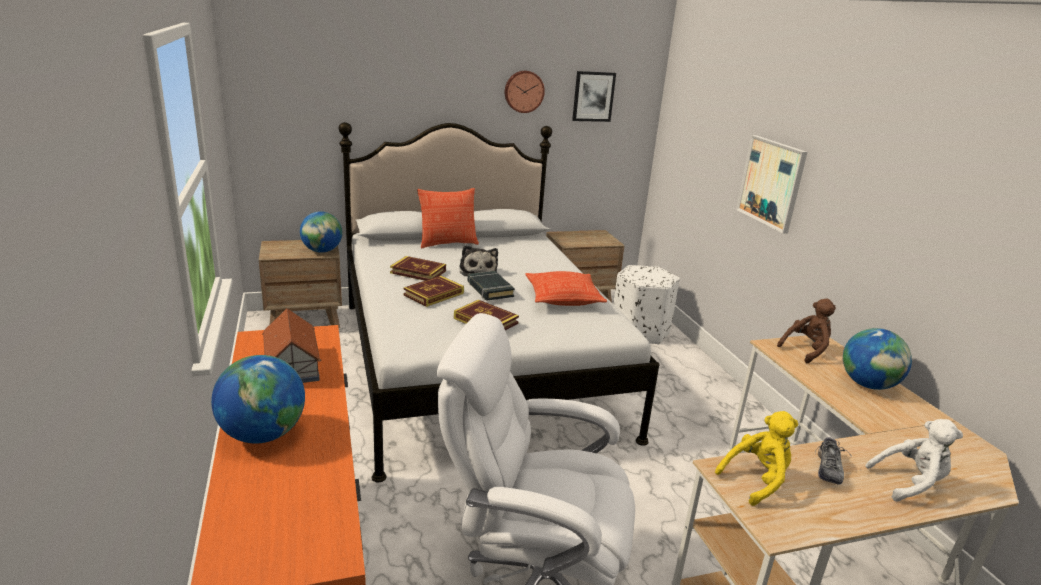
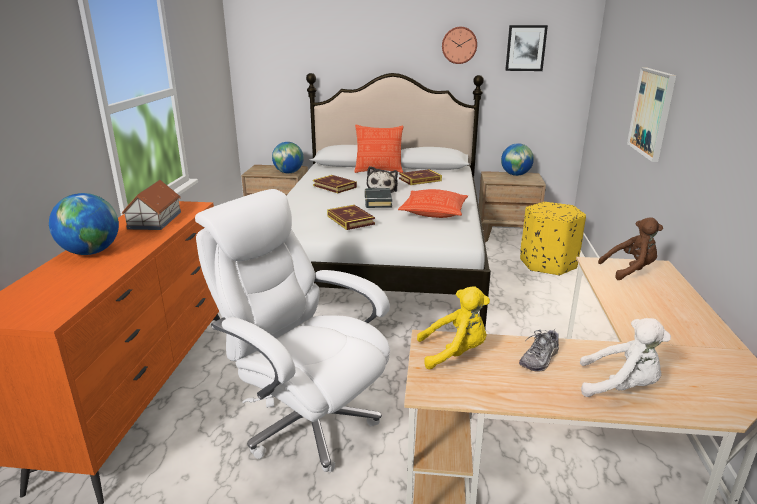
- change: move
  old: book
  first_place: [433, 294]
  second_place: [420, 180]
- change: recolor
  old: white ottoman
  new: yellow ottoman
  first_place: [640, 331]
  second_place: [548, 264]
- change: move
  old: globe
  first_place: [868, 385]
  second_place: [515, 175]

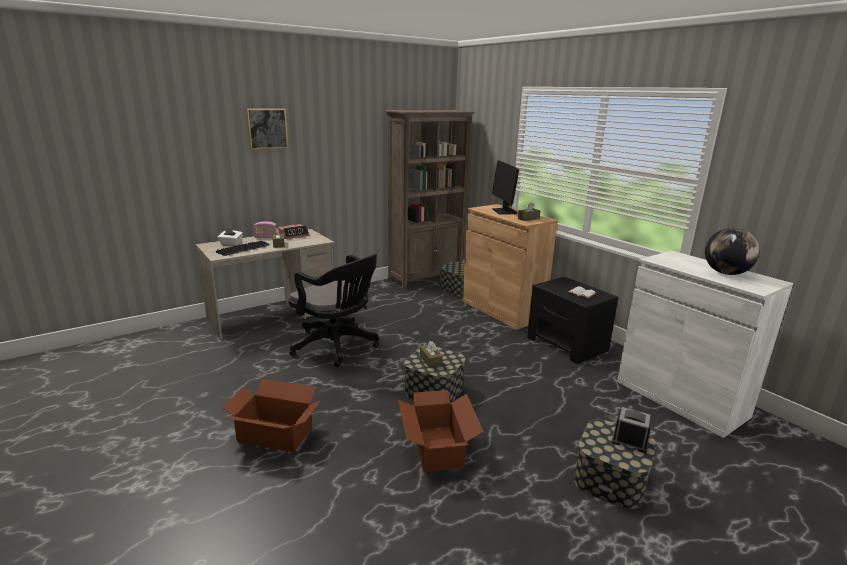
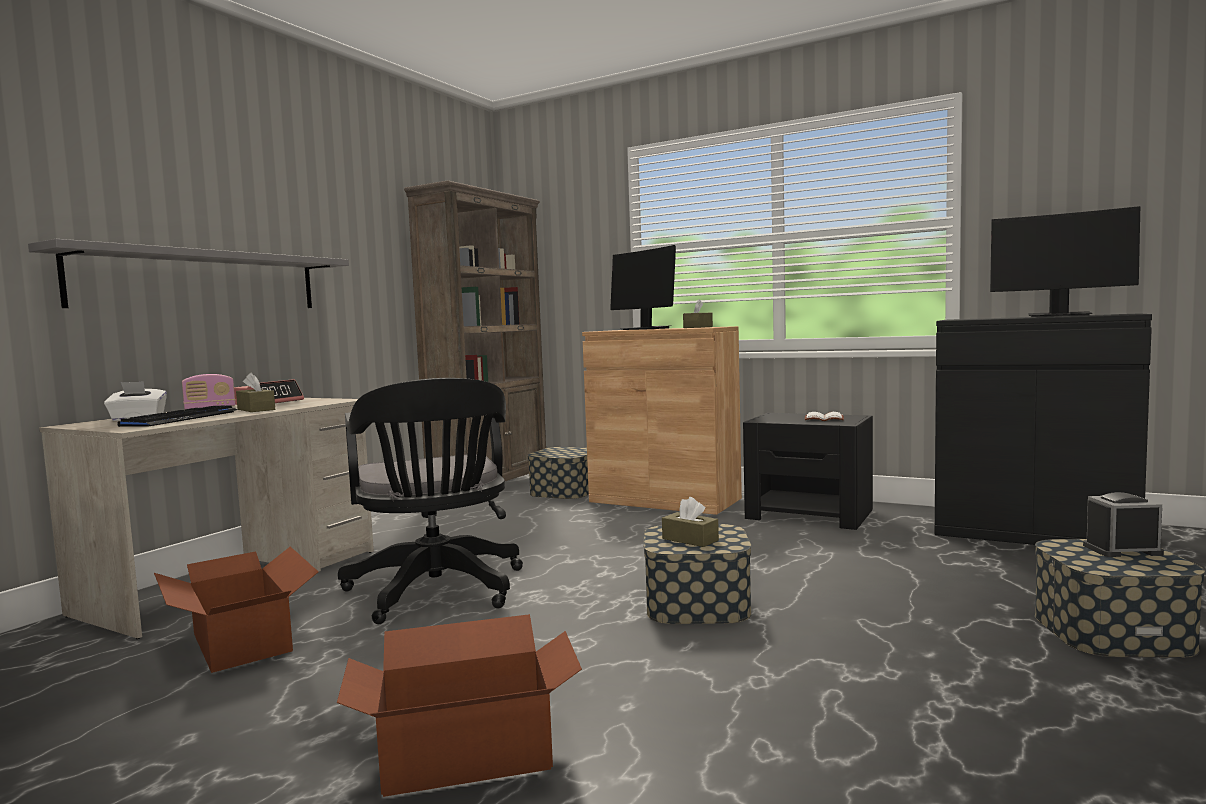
- change: delete
  old: picture
  first_place: [267, 128]
- change: rotate
  old: black office chair
  first_place: [337, 346]
  second_place: [437, 592]
  degrees: 60
- change: move
  old: cardboard box
  first_place: [436, 448]
  second_place: [240, 643]
- change: recolor
  old: white cabinet
  new: black cabinet
  first_place: [680, 398]
  second_place: [1032, 533]
- change: replace
  old: globe
  new: monitor
  first_place: [726, 273]
  second_place: [1059, 316]
- change: insert
  new: grey shelf
  second_place: [202, 281]

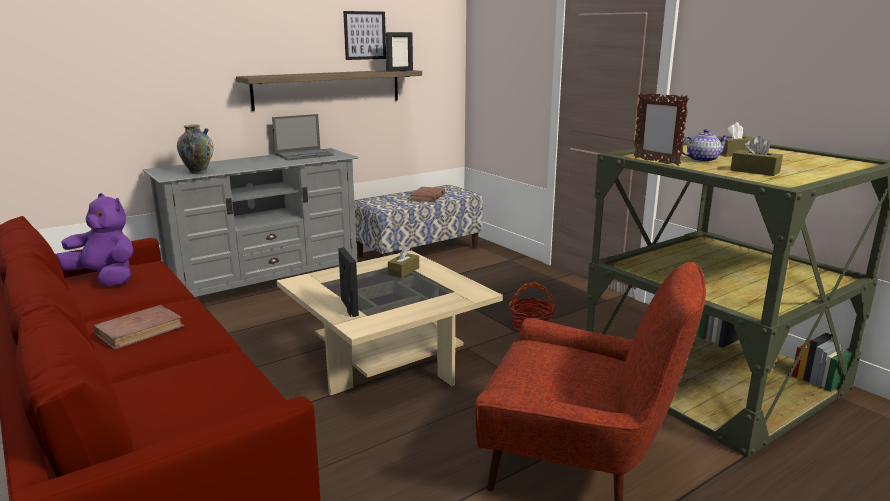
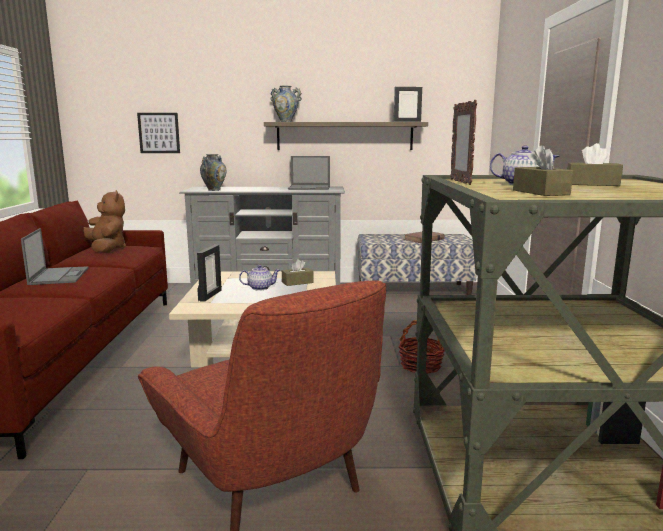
- change: recolor
  old: purple plush toy
  new: brown plush toy
  first_place: [105, 279]
  second_place: [107, 249]
- change: replace
  old: brown book
  new: laptop
  first_place: [140, 330]
  second_place: [59, 276]
- change: move
  old: picture
  first_place: [365, 35]
  second_place: [159, 133]
- change: insert
  new: teapot
  second_place: [260, 288]
- change: insert
  new: vase
  second_place: [286, 121]

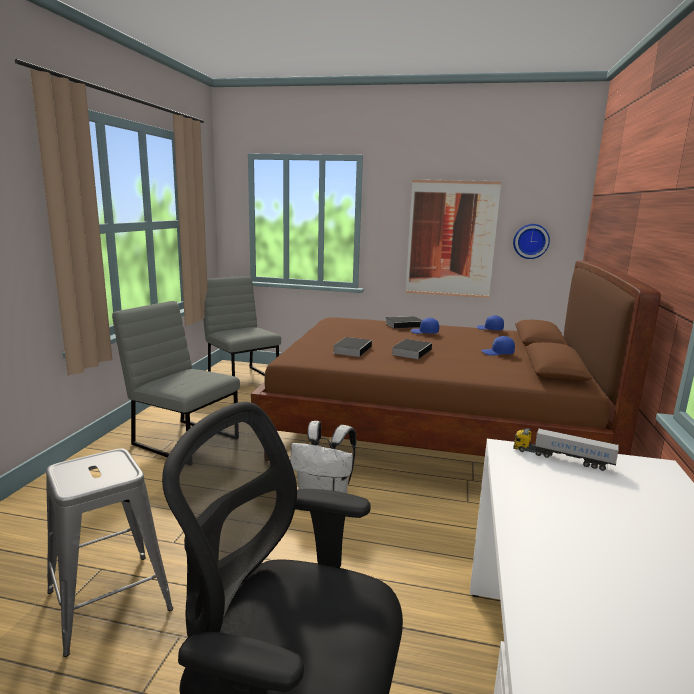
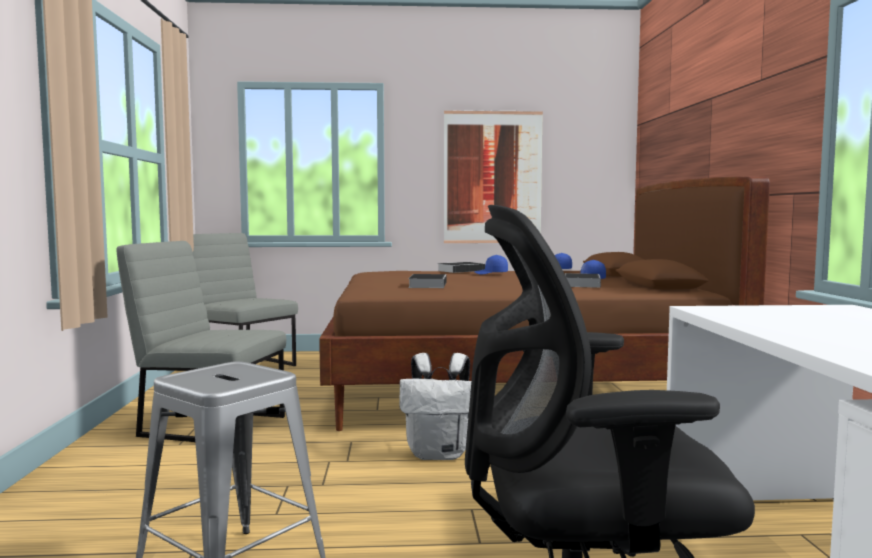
- change: move
  old: book
  first_place: [411, 351]
  second_place: [581, 284]
- change: delete
  old: wall clock
  first_place: [530, 241]
- change: delete
  old: toy truck
  first_place: [562, 458]

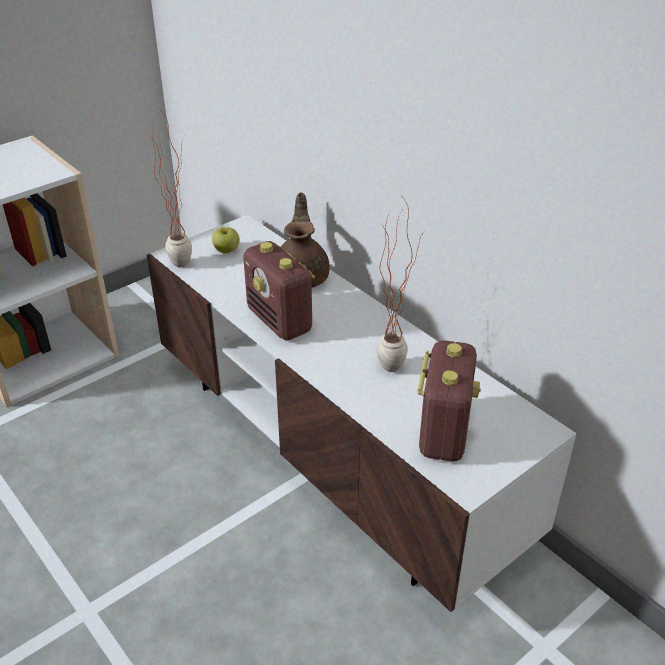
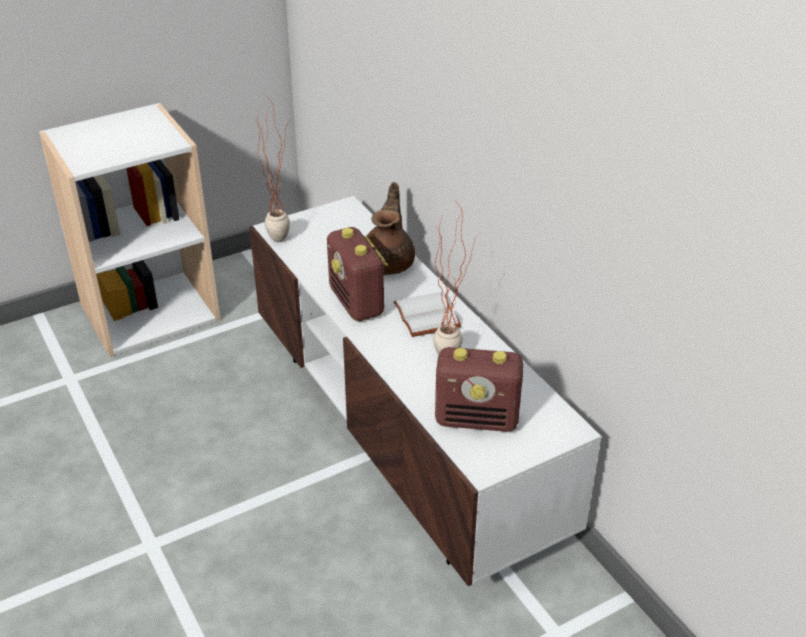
- change: delete
  old: apple
  first_place: [226, 250]
- change: rotate
  old: radio
  first_place: [443, 432]
  second_place: [477, 419]
  degrees: 75
- change: insert
  new: white book
  second_place: [429, 316]

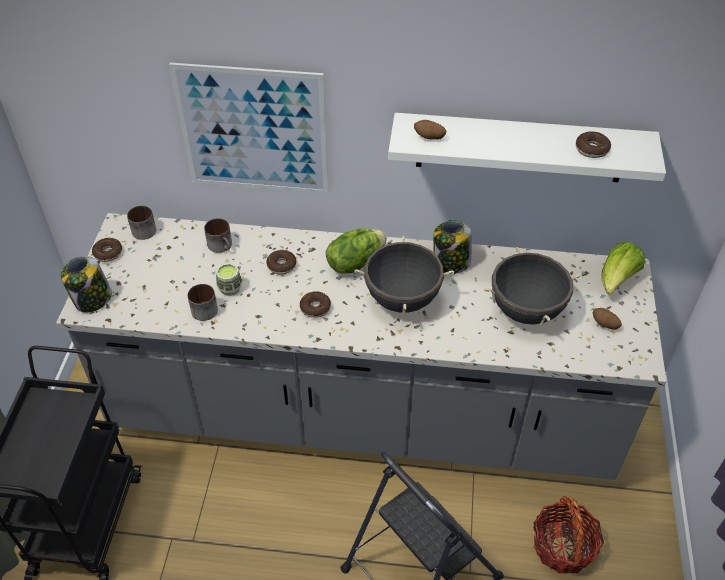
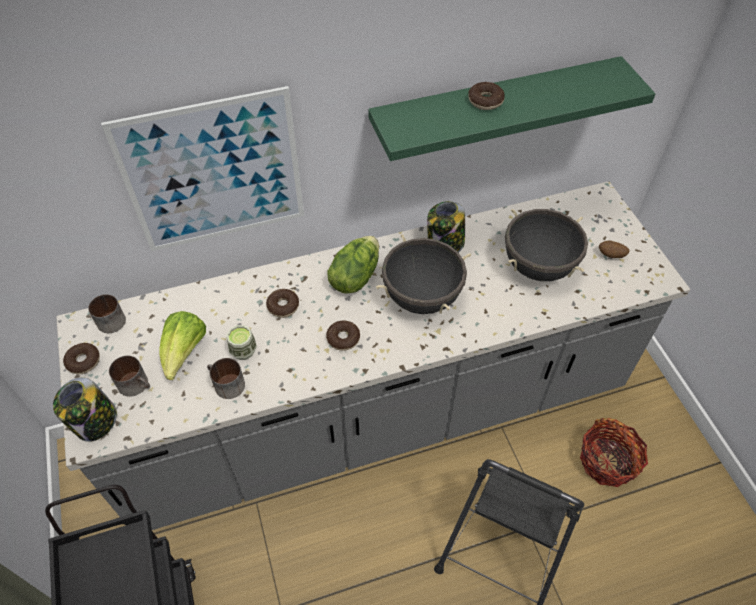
- change: move
  old: mug
  first_place: [222, 245]
  second_place: [137, 384]
- change: recolor
  old: white shelf
  new: green shelf
  first_place: [520, 148]
  second_place: [495, 109]
- change: delete
  old: potato
  first_place: [429, 138]
- change: move
  old: donut
  first_place: [591, 149]
  second_place: [485, 101]
- change: move
  old: lettuce
  first_place: [616, 280]
  second_place: [184, 353]

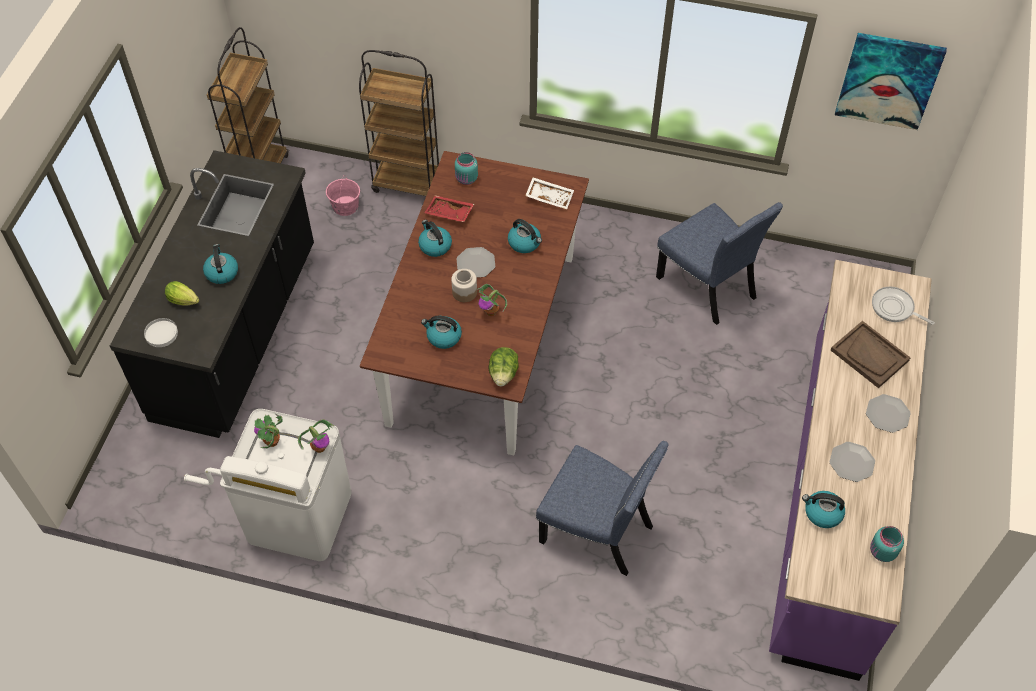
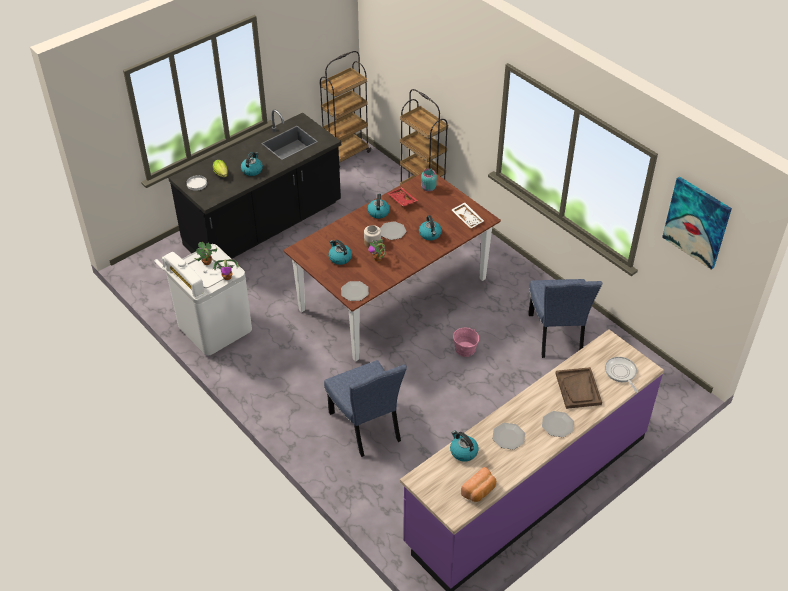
- change: move
  old: pink bucket
  first_place: [345, 206]
  second_place: [465, 349]
- change: replace
  old: lettuce
  new: plate
  first_place: [503, 374]
  second_place: [354, 292]
- change: replace
  old: turquoise jar
  new: bread
  first_place: [882, 552]
  second_place: [479, 491]

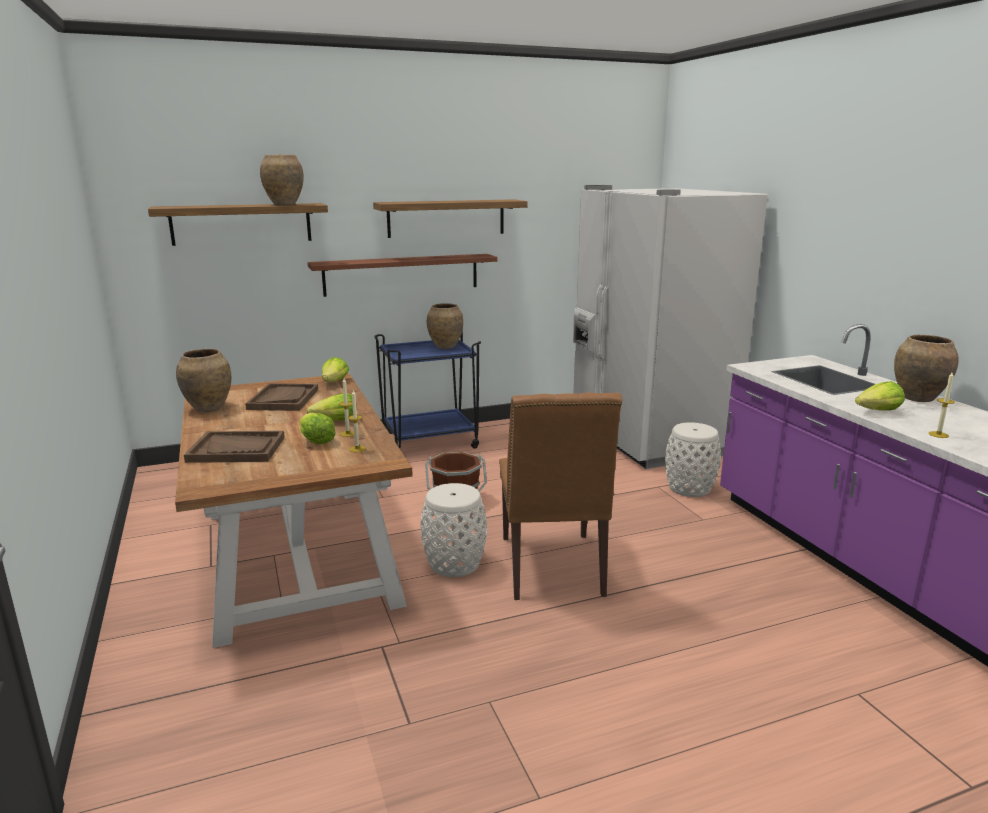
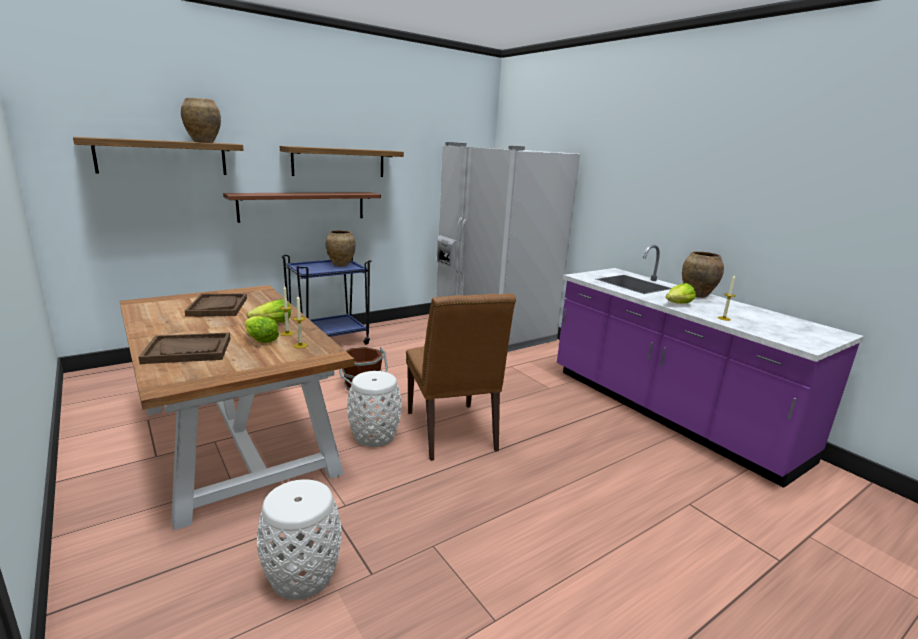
- change: delete
  old: brown vase
  first_place: [208, 408]
- change: delete
  old: lettuce
  first_place: [334, 382]
- change: move
  old: white stool
  first_place: [689, 488]
  second_place: [302, 576]

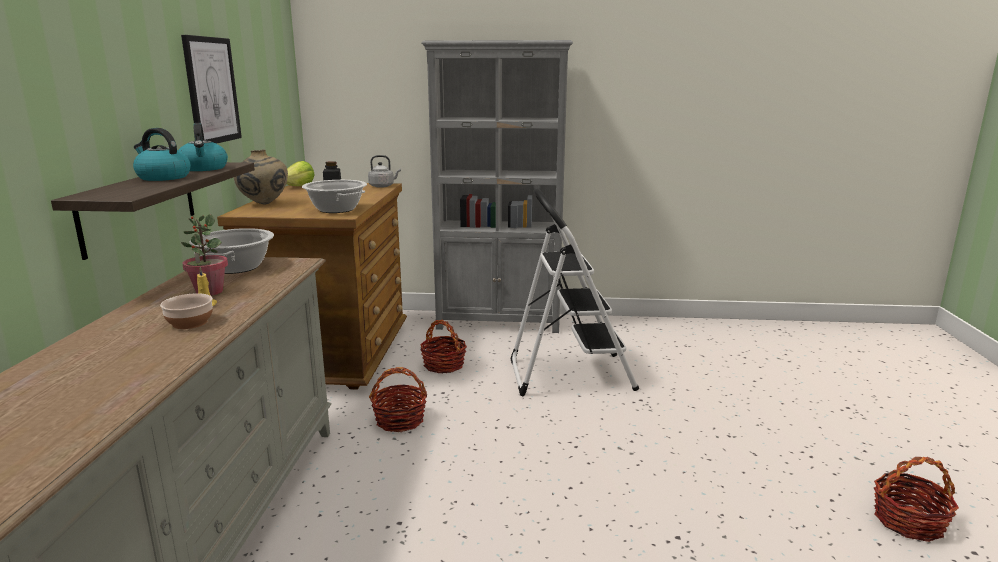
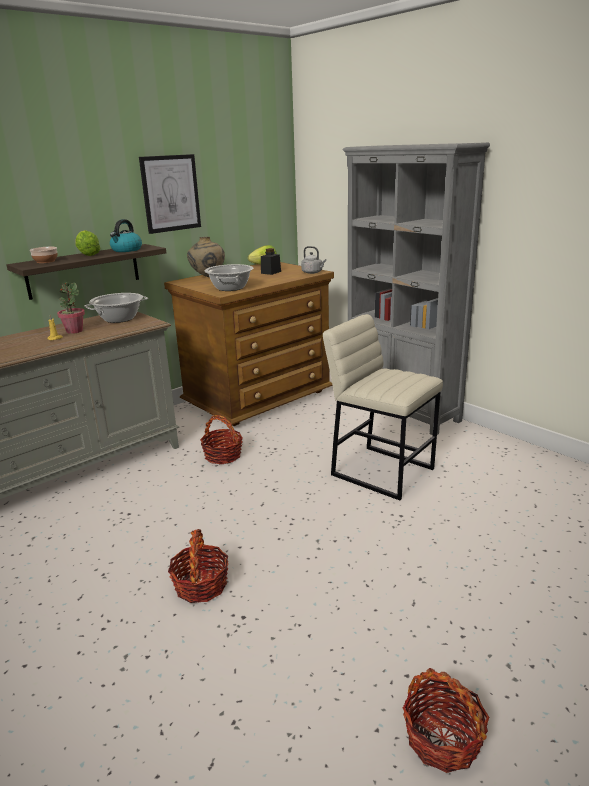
- change: replace
  old: kettle
  new: lettuce
  first_place: [163, 177]
  second_place: [88, 255]
- change: move
  old: bowl
  first_place: [189, 323]
  second_place: [45, 261]
- change: move
  old: basket
  first_place: [443, 365]
  second_place: [201, 585]
- change: replace
  old: step ladder
  new: beige chair
  first_place: [567, 374]
  second_place: [380, 471]

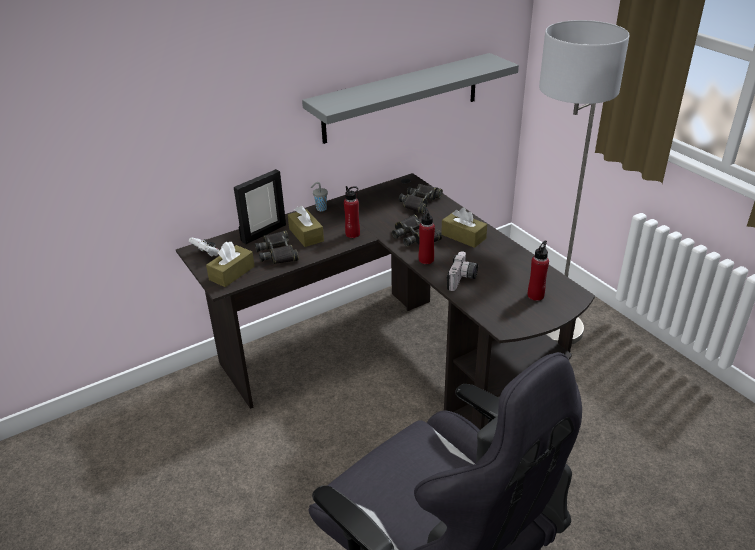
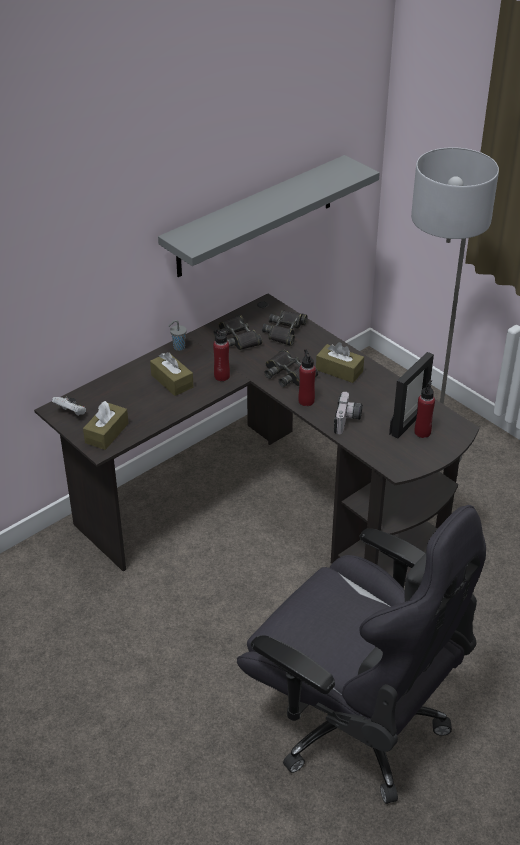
- change: move
  old: picture frame
  first_place: [263, 233]
  second_place: [408, 421]
- change: move
  old: black binoculars
  first_place: [277, 253]
  second_place: [237, 338]

